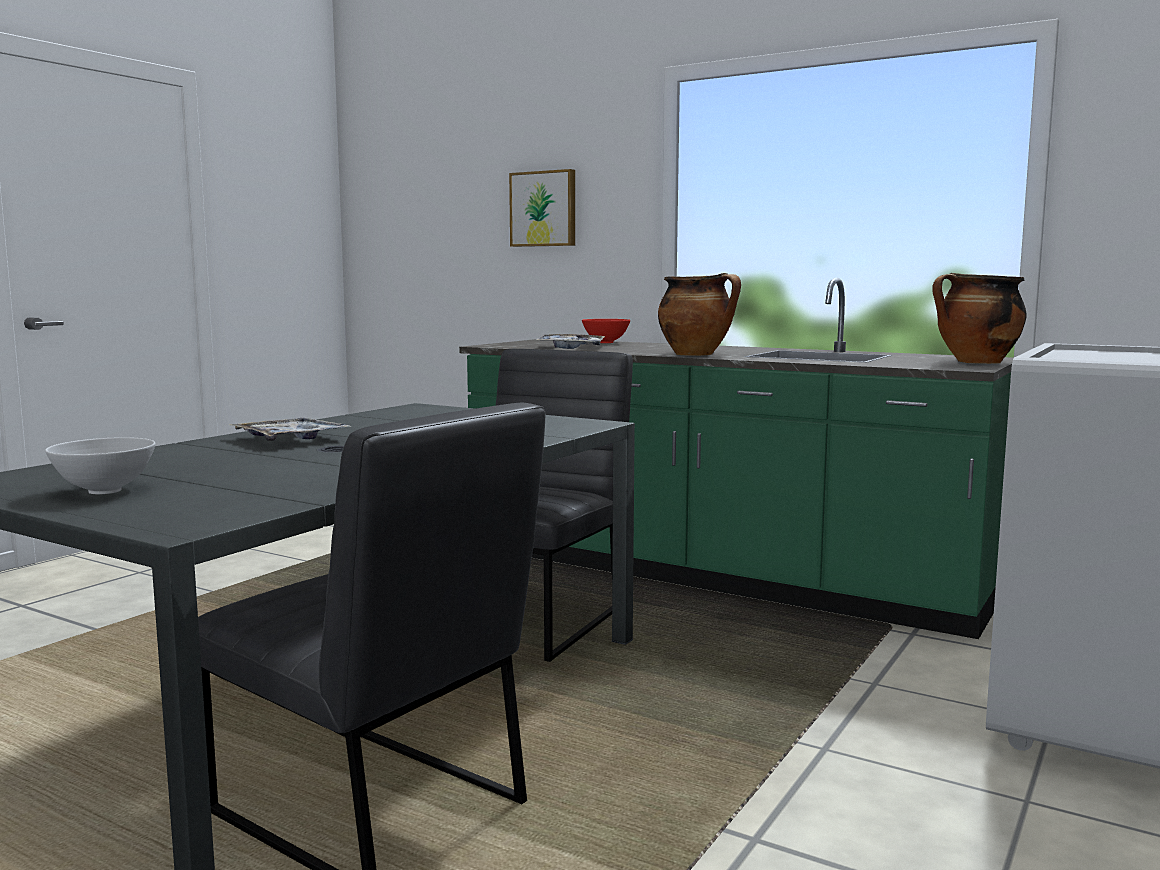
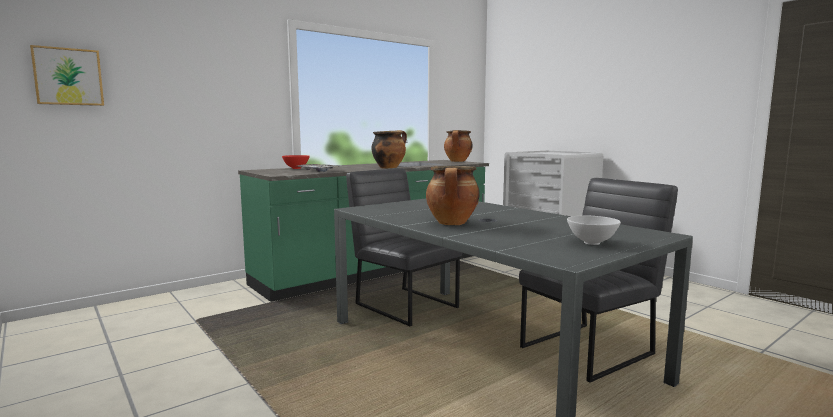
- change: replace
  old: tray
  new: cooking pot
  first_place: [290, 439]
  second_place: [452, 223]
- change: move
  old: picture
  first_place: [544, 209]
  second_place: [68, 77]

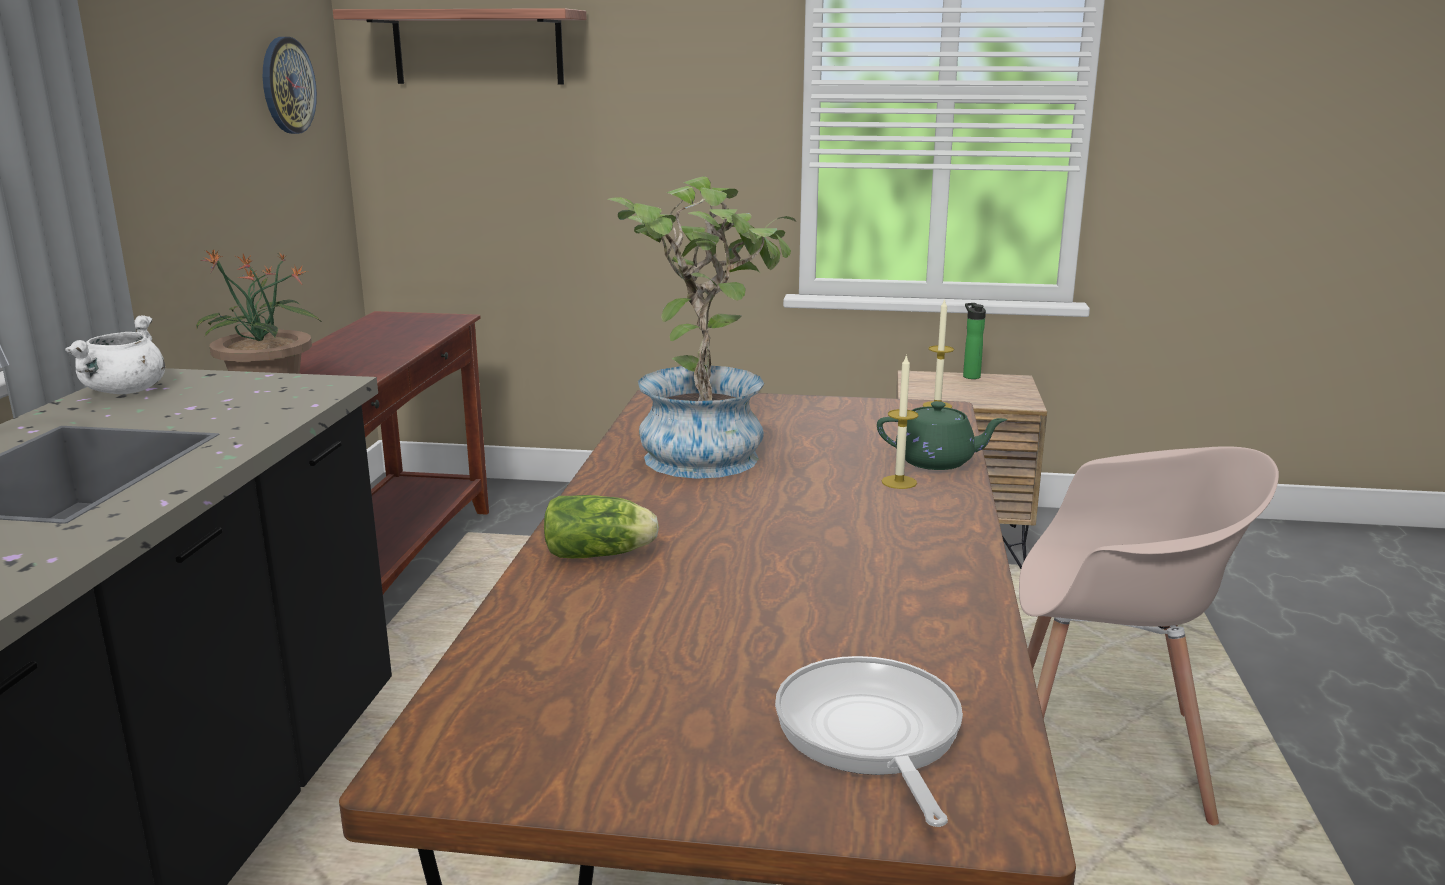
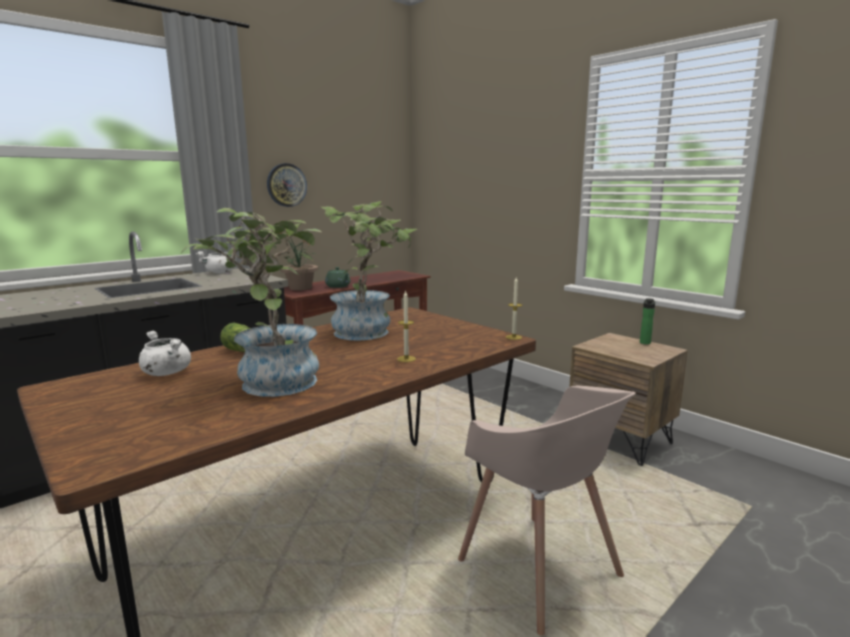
- change: move
  old: wall clock
  first_place: [287, 85]
  second_place: [286, 185]
- change: delete
  old: shelf
  first_place: [478, 47]
- change: delete
  old: frying pan
  first_place: [870, 735]
- change: move
  old: green teapot
  first_place: [937, 461]
  second_place: [338, 286]
- change: insert
  new: white cooking pot
  second_place: [166, 373]
- change: insert
  new: potted plant
  second_place: [270, 380]

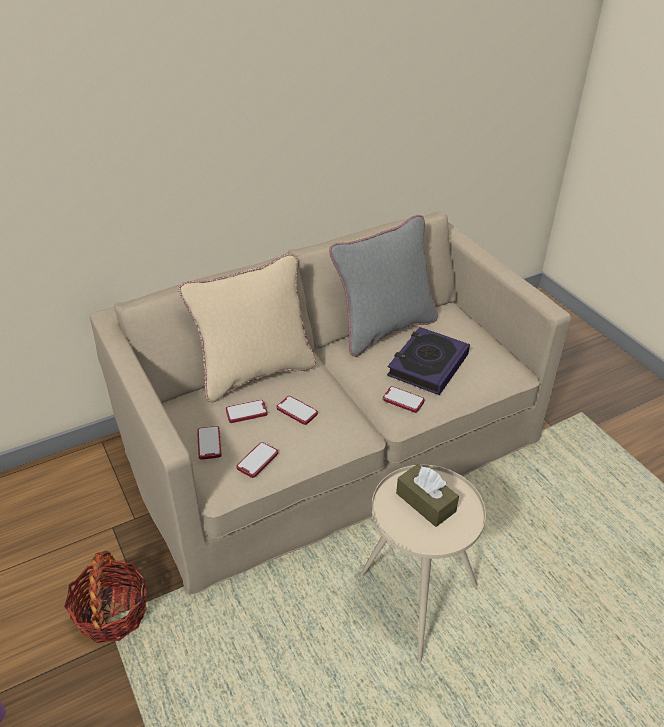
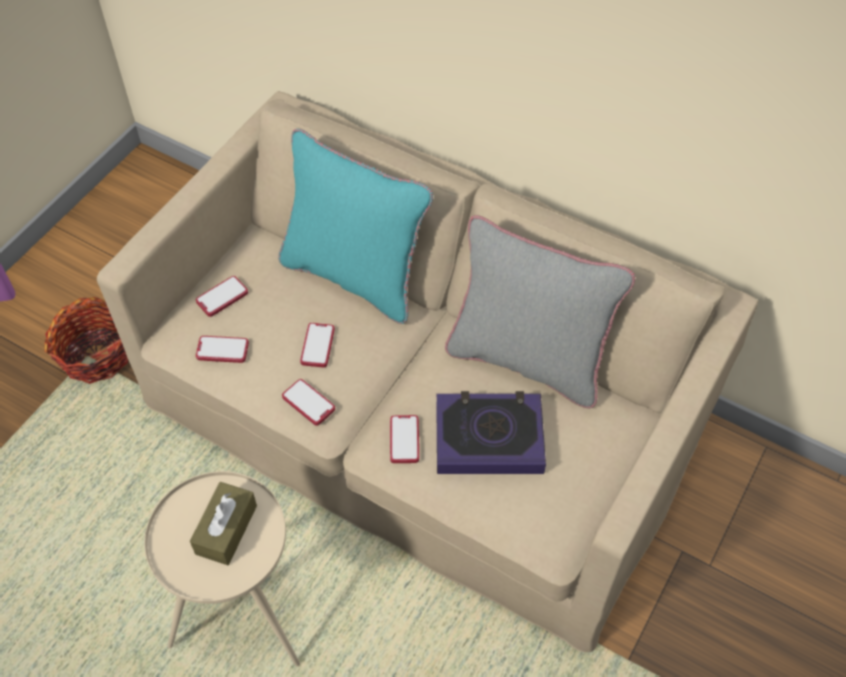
- change: recolor
  old: beige pillow
  new: turquoise pillow
  first_place: [255, 373]
  second_place: [354, 276]
- change: move
  old: phone
  first_place: [246, 412]
  second_place: [308, 403]

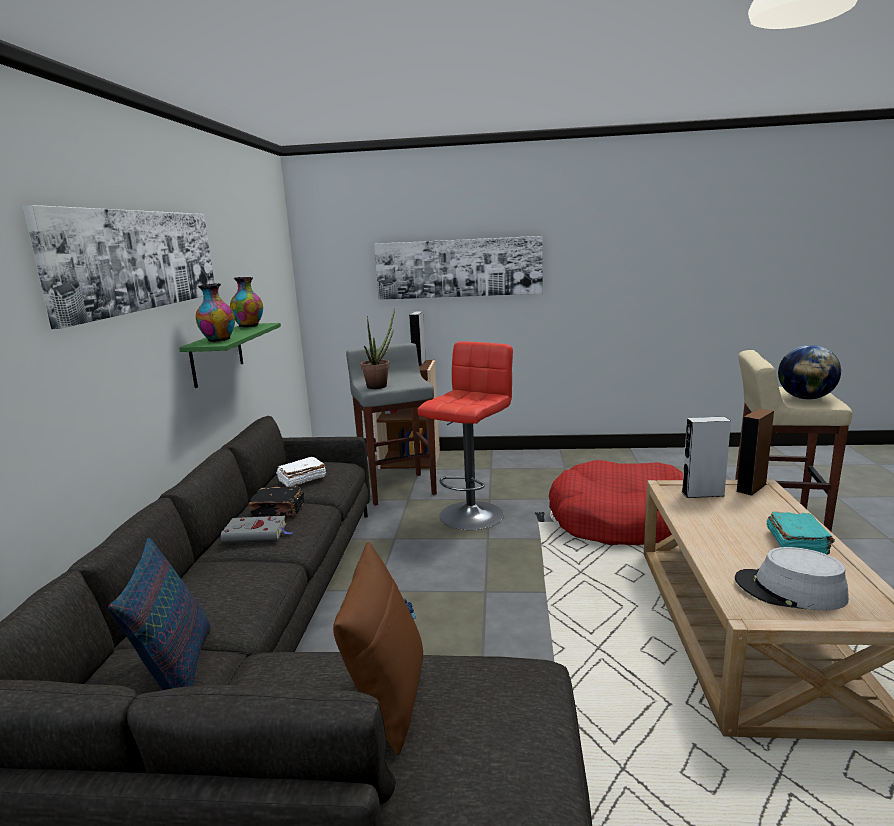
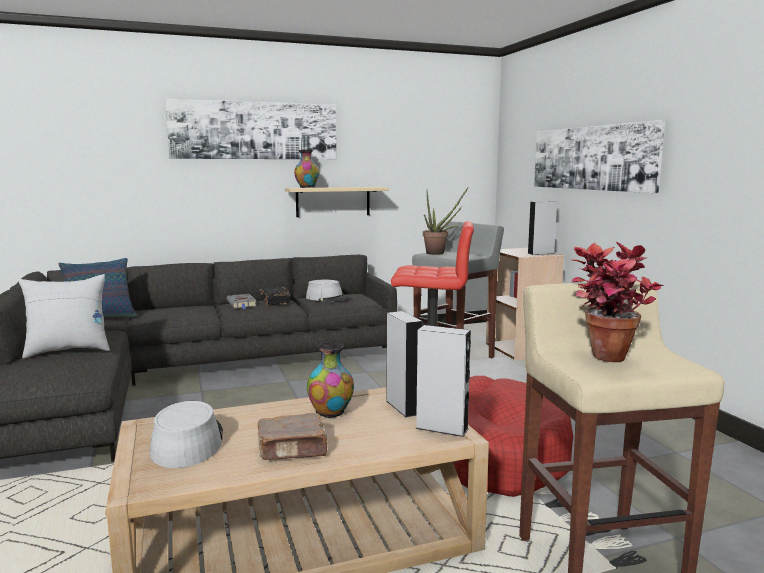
- change: recolor
  old: green shelf
  new: beige shelf
  first_place: [217, 354]
  second_place: [333, 201]
- change: move
  old: vase
  first_place: [249, 326]
  second_place: [331, 413]
- change: replace
  old: white book
  new: grey hat
  first_place: [301, 480]
  second_place: [328, 298]
- change: recolor
  old: brown pillow
  new: grey pillow
  first_place: [387, 698]
  second_place: [68, 351]
- change: recolor
  old: brown speaker
  new: grey speaker
  first_place: [751, 487]
  second_place: [442, 428]
- change: recolor
  old: turquoise book
  new: brown book
  first_place: [797, 543]
  second_place: [293, 449]
- change: replace
  old: globe
  new: potted plant
  first_place: [805, 398]
  second_place: [606, 361]

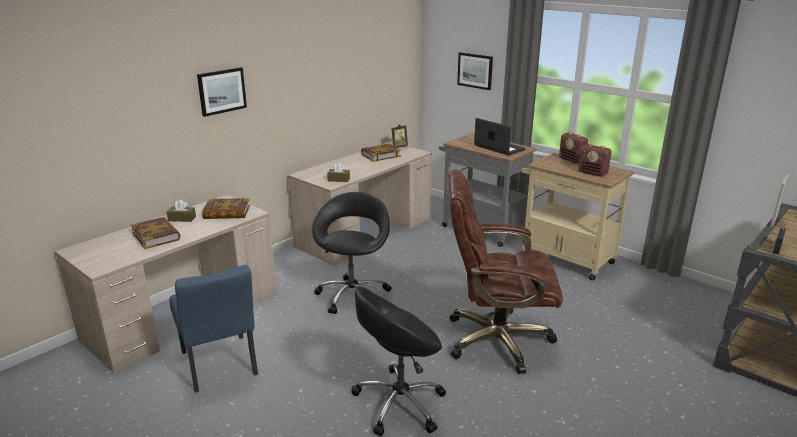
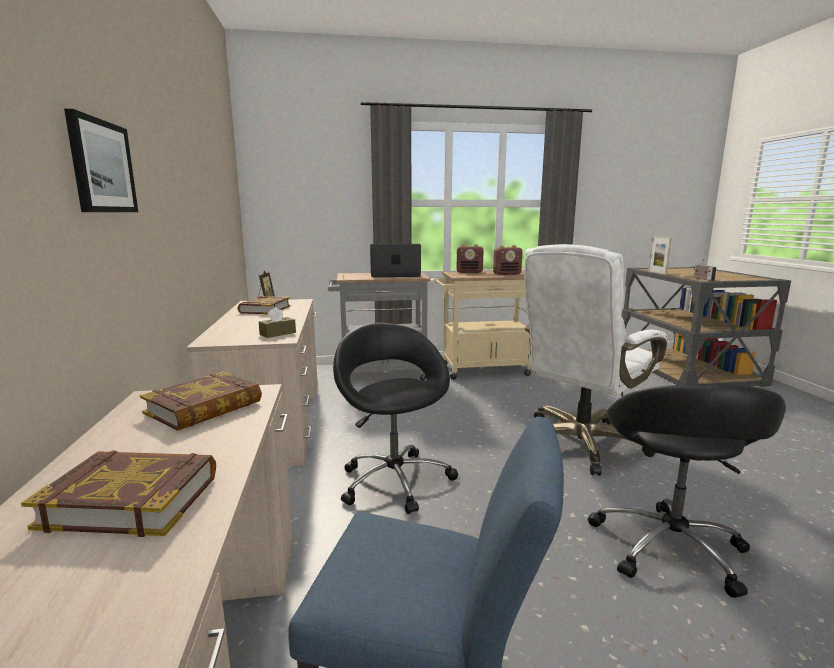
- change: delete
  old: brown tissue box
  first_place: [182, 219]
- change: recolor
  old: brown office chair
  new: white office chair
  first_place: [497, 339]
  second_place: [581, 442]
- change: delete
  old: picture
  first_place: [475, 70]

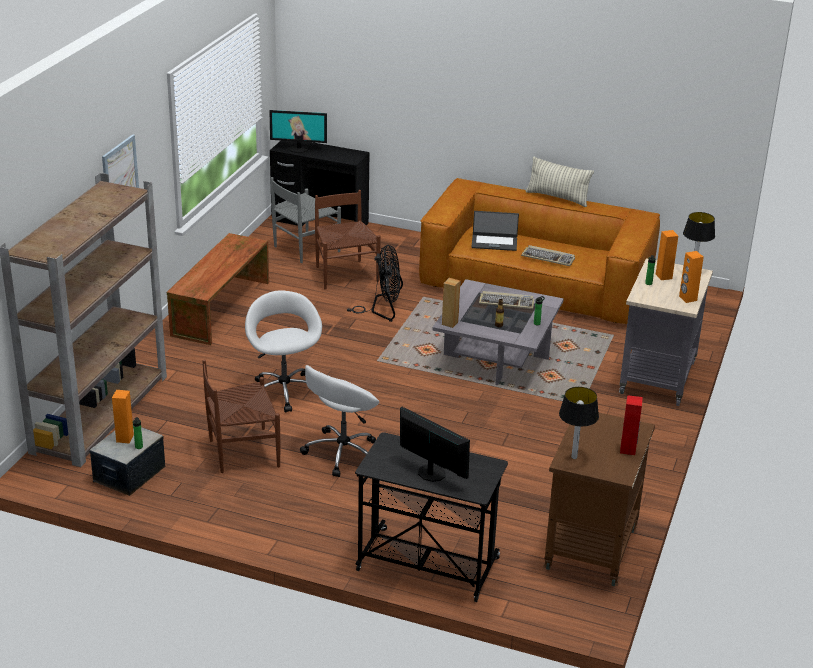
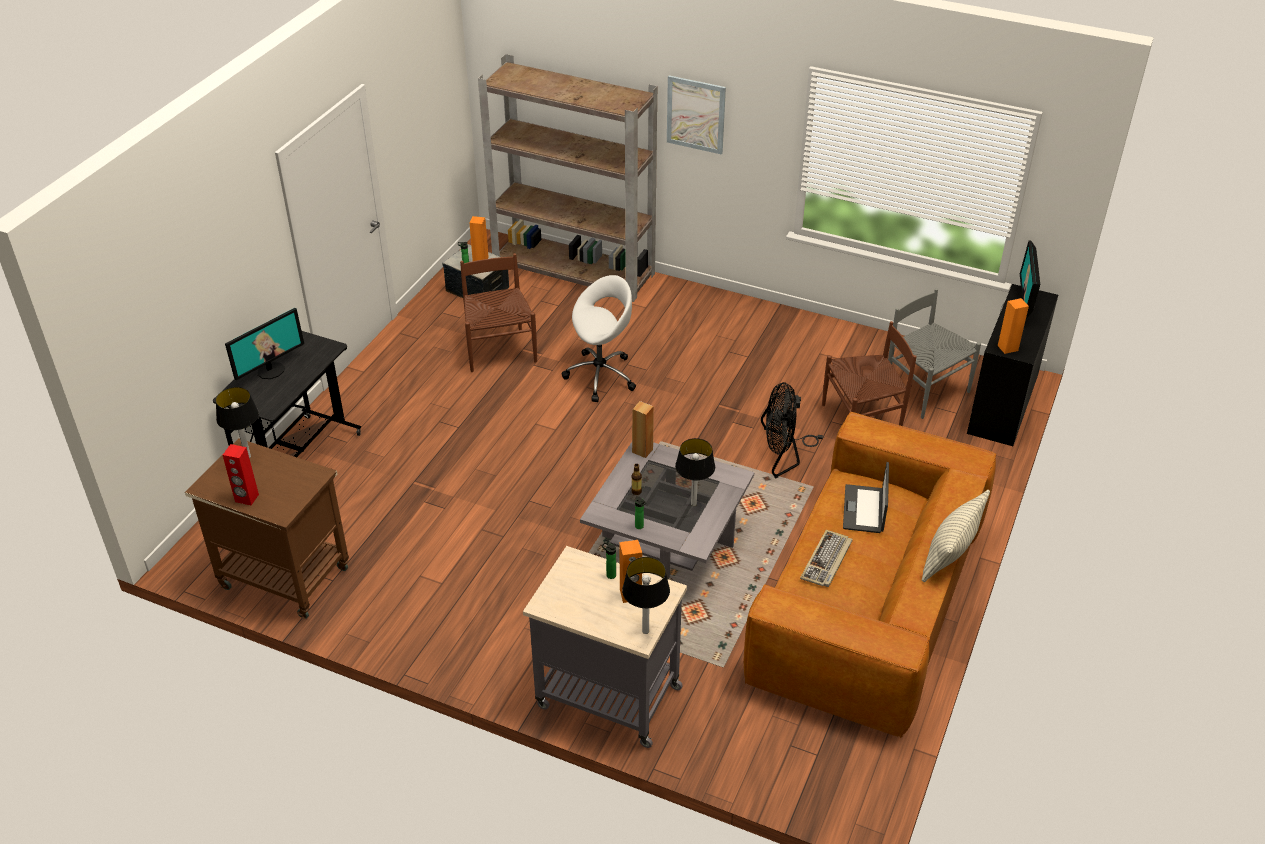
- change: delete
  old: brown bench
  first_place: [220, 307]
- change: delete
  old: white office chair
  first_place: [341, 454]
- change: rotate
  old: black fan
  first_place: [382, 306]
  second_place: [785, 450]
  degrees: 75
- change: replace
  old: keyboard
  new: table lamp
  first_place: [507, 302]
  second_place: [694, 504]
- change: move
  old: orange speaker
  first_place: [687, 298]
  second_place: [1007, 348]

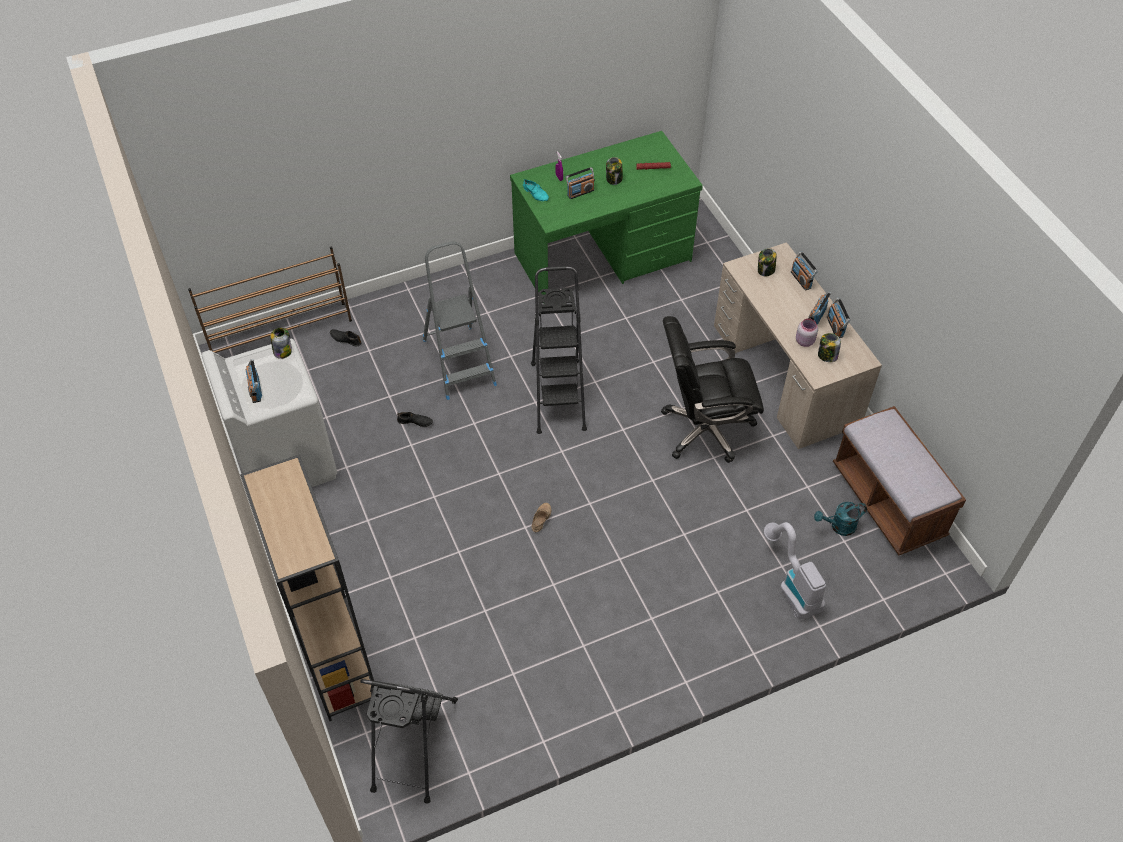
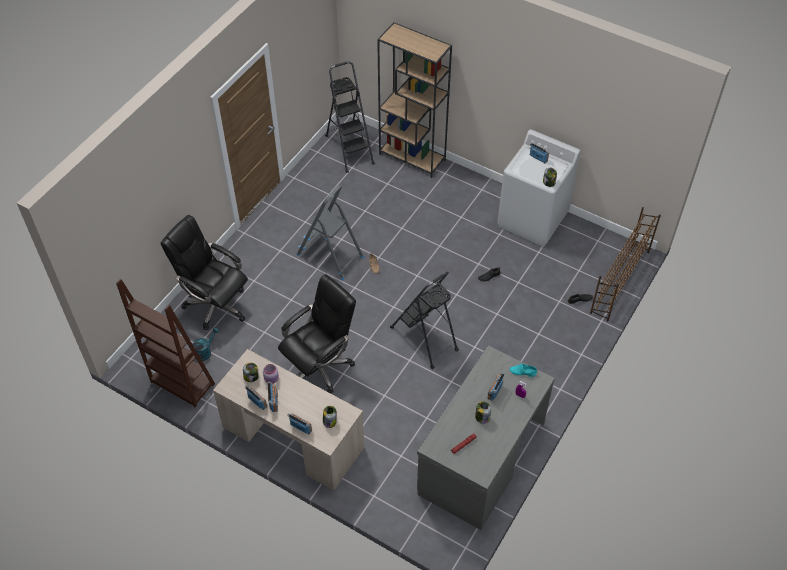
- change: move
  old: grey step ladder
  first_place: [459, 362]
  second_place: [329, 255]
- change: recolor
  old: green desk
  new: grey desk
  first_place: [603, 258]
  second_place: [480, 458]
- change: replace
  old: vacuum cleaner
  new: black office chair
  first_place: [791, 585]
  second_place: [215, 305]
- change: replace
  old: brown bench
  new: brown bookcase
  first_place: [887, 502]
  second_place: [182, 383]

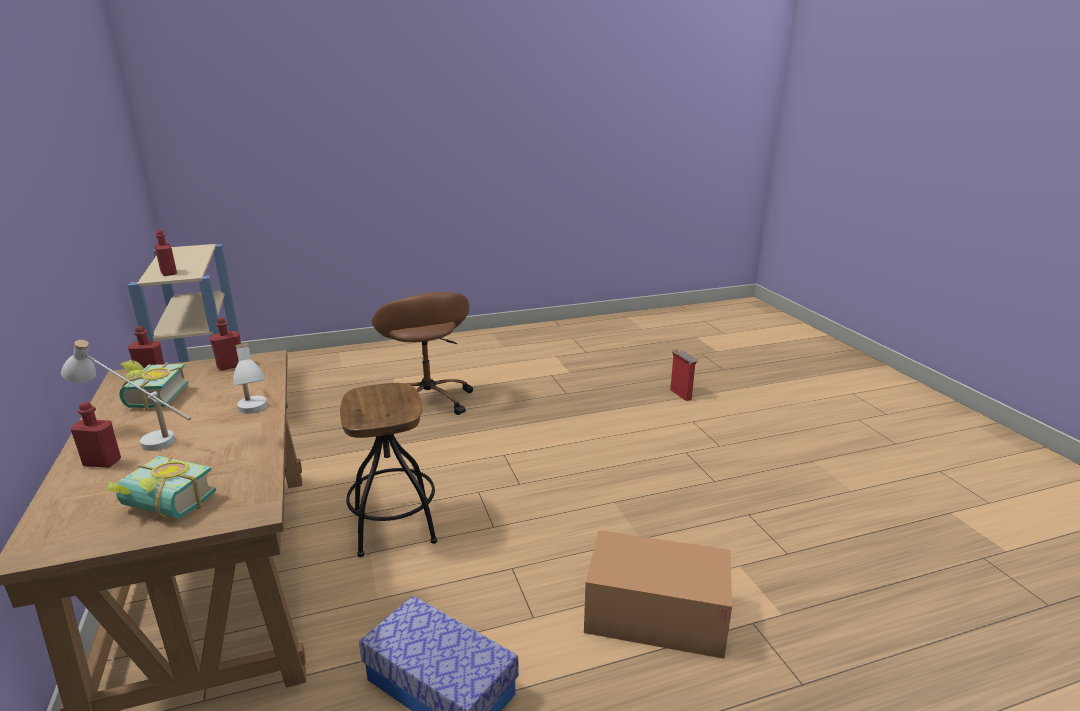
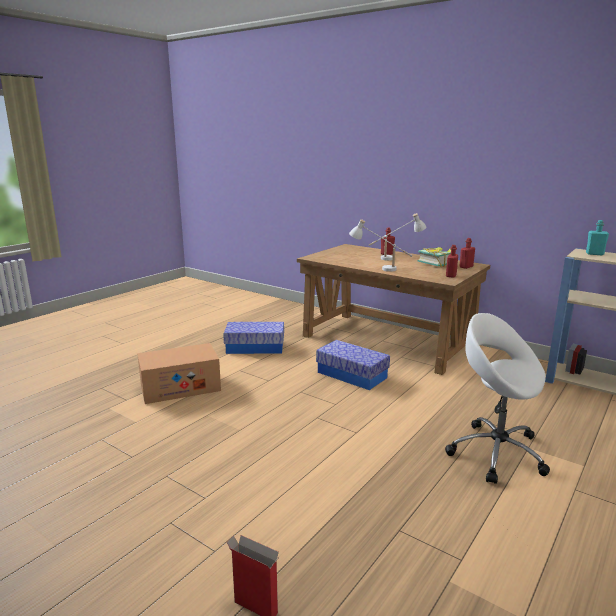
- change: delete
  old: book
  first_place: [163, 508]
- change: recolor
  old: red bottle
  new: turquoise bottle
  first_place: [169, 273]
  second_place: [594, 254]
- change: replace
  old: brown stool
  new: storage box
  first_place: [394, 526]
  second_place: [351, 375]
- change: recolor
  old: brown office chair
  new: white office chair
  first_place: [428, 403]
  second_place: [494, 452]

